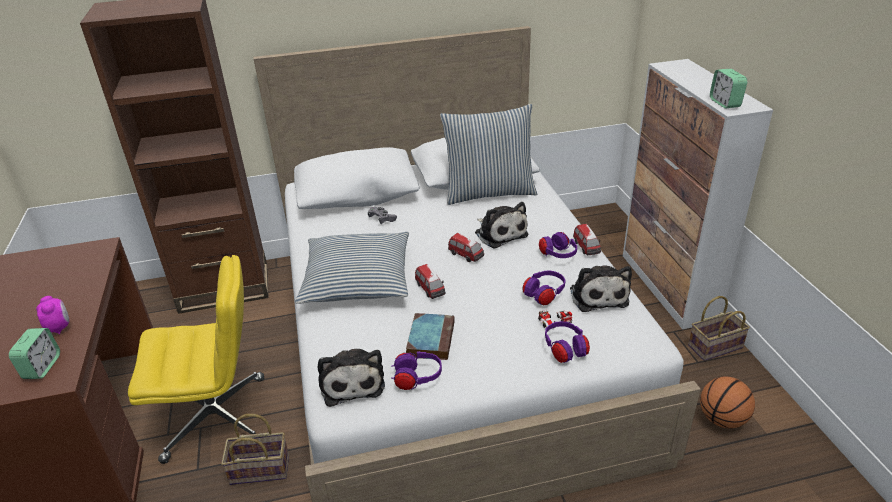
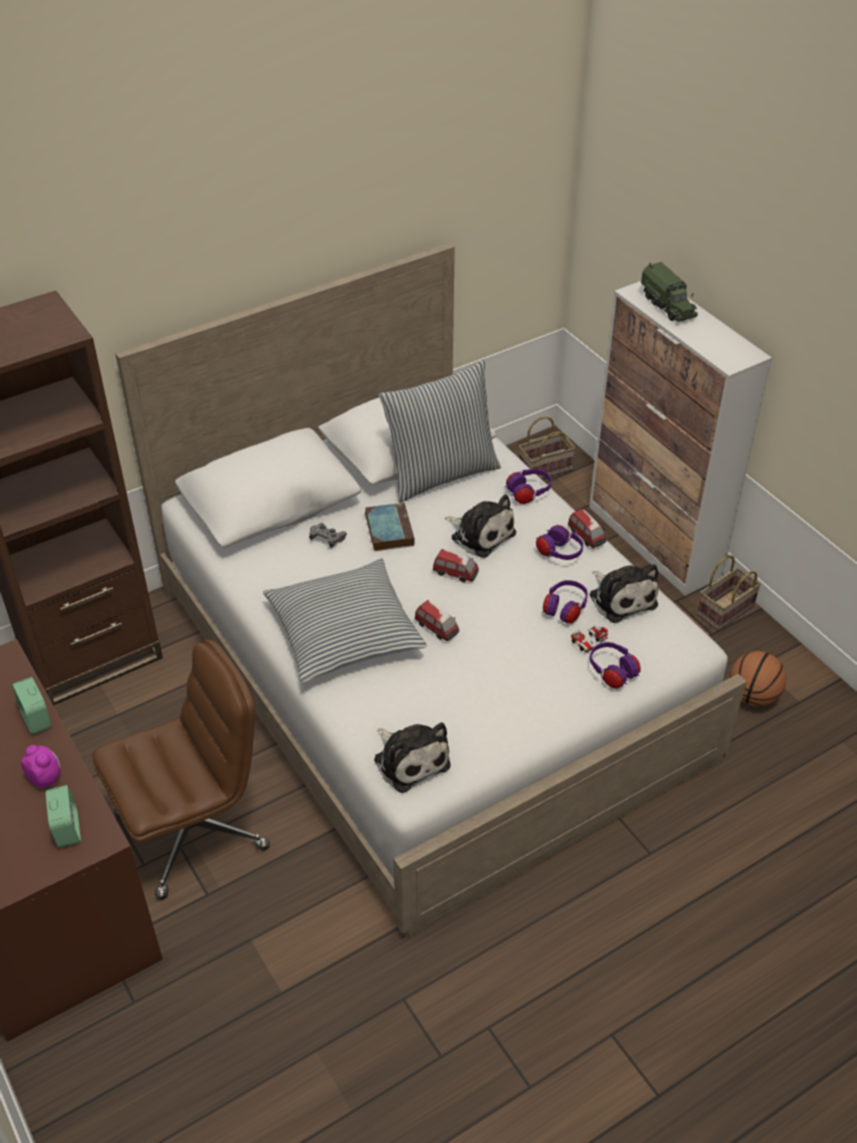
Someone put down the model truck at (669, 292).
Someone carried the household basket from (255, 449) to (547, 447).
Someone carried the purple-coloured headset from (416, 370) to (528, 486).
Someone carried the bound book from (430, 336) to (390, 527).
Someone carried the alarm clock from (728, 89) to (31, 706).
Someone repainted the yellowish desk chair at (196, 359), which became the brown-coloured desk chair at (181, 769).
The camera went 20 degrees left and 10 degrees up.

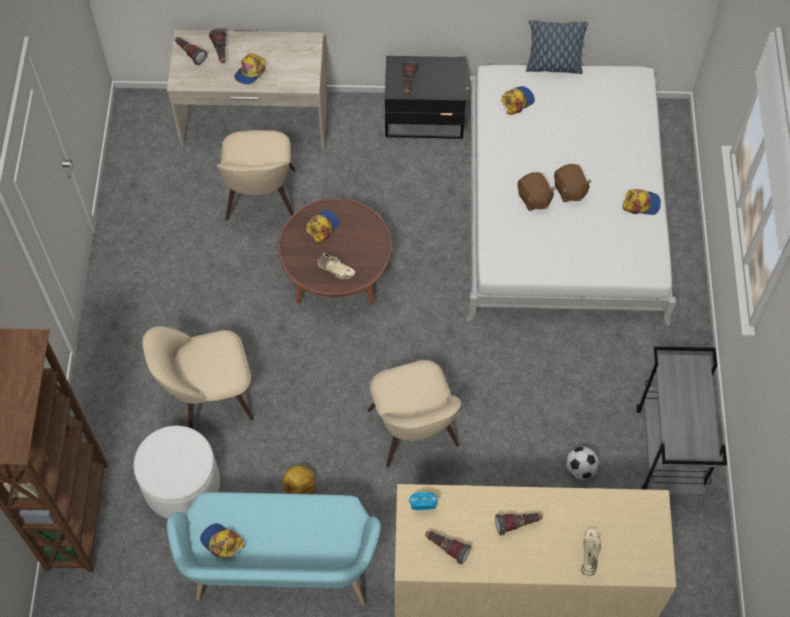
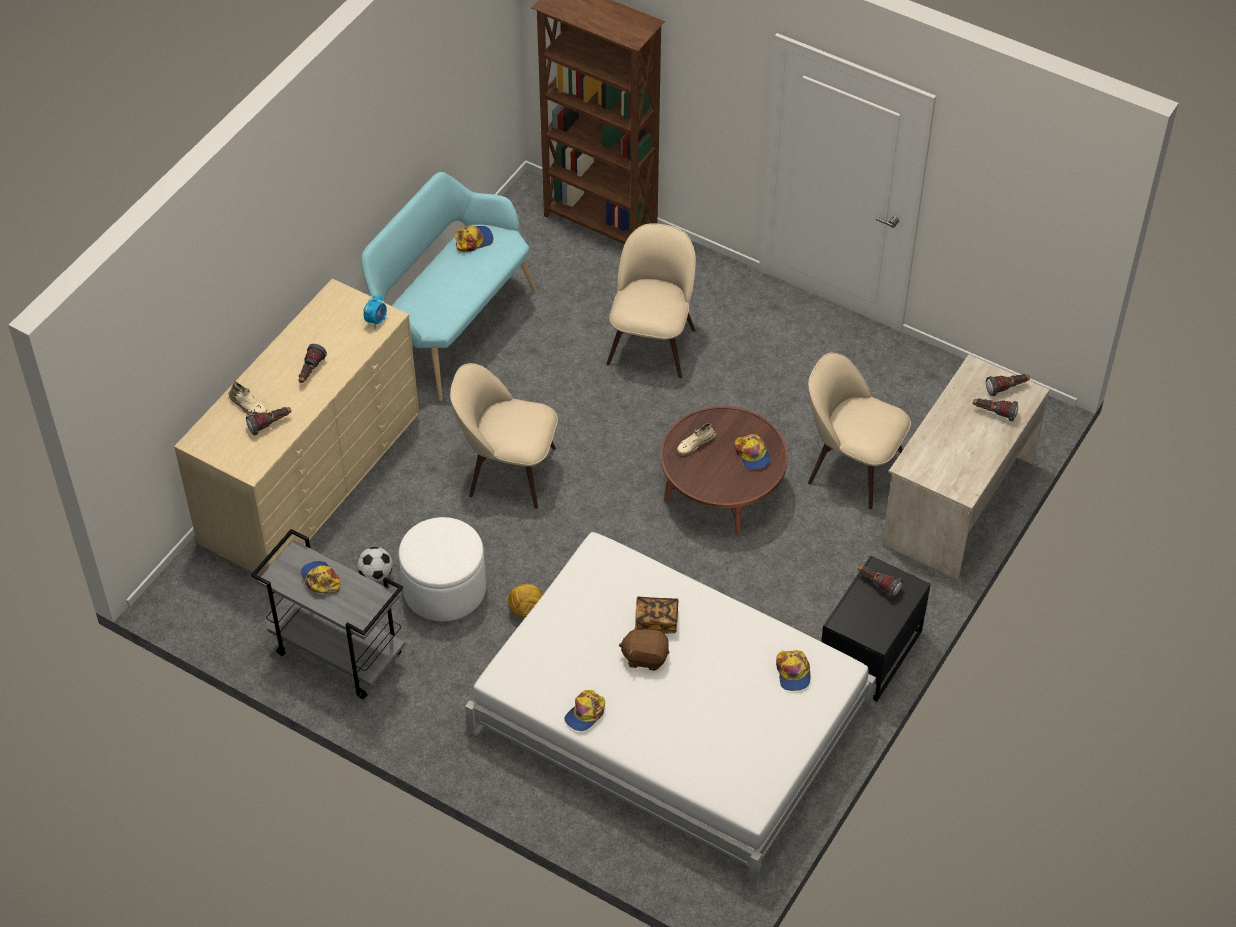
Someone took away the pillow at (557, 47).
Someone carried the whitish ottoman from (177, 472) to (442, 569).
Someone carried the cap from (249, 69) to (320, 577).
Someone carried the football from (298, 479) to (525, 601).
Someone carried the flashlight from (448, 548) to (268, 421).
Someone swapped the brown-coloured plush toy at (536, 191) for the bound book at (657, 615).
The camera went 120 degrees right and 10 degrees down.

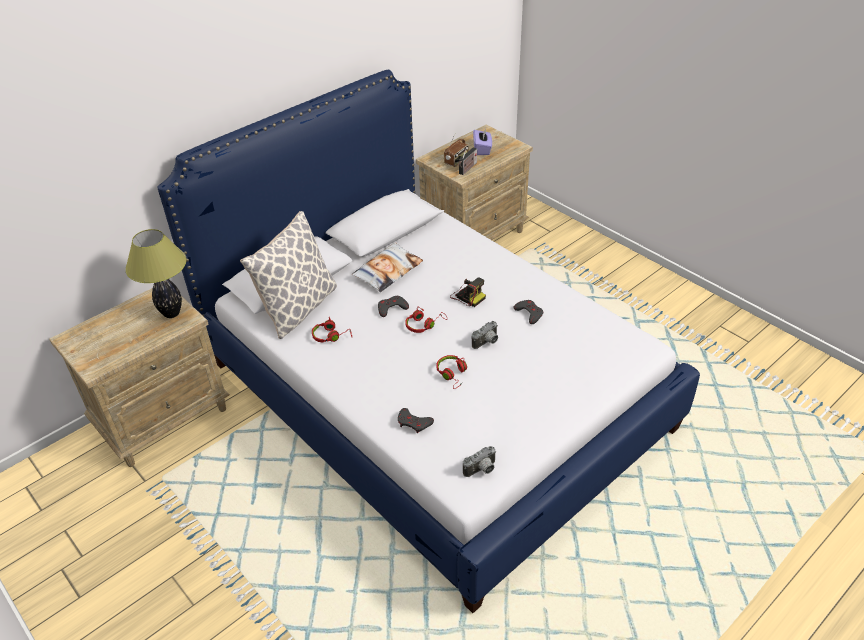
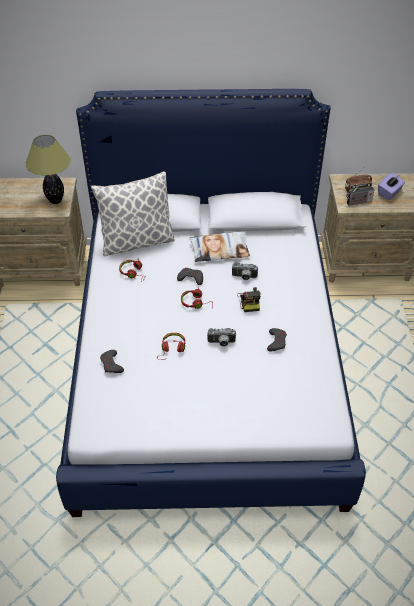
Someone carried the photo camera from (479, 461) to (245, 271).
The camera went 40 degrees right and 5 degrees up.

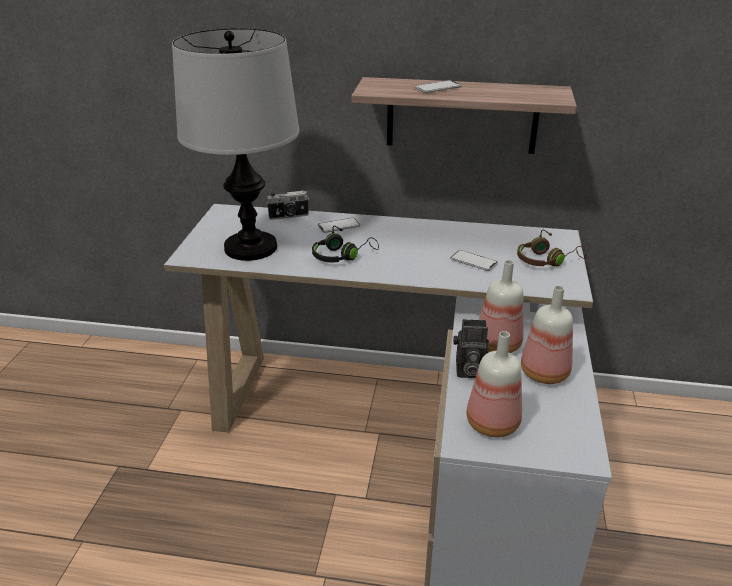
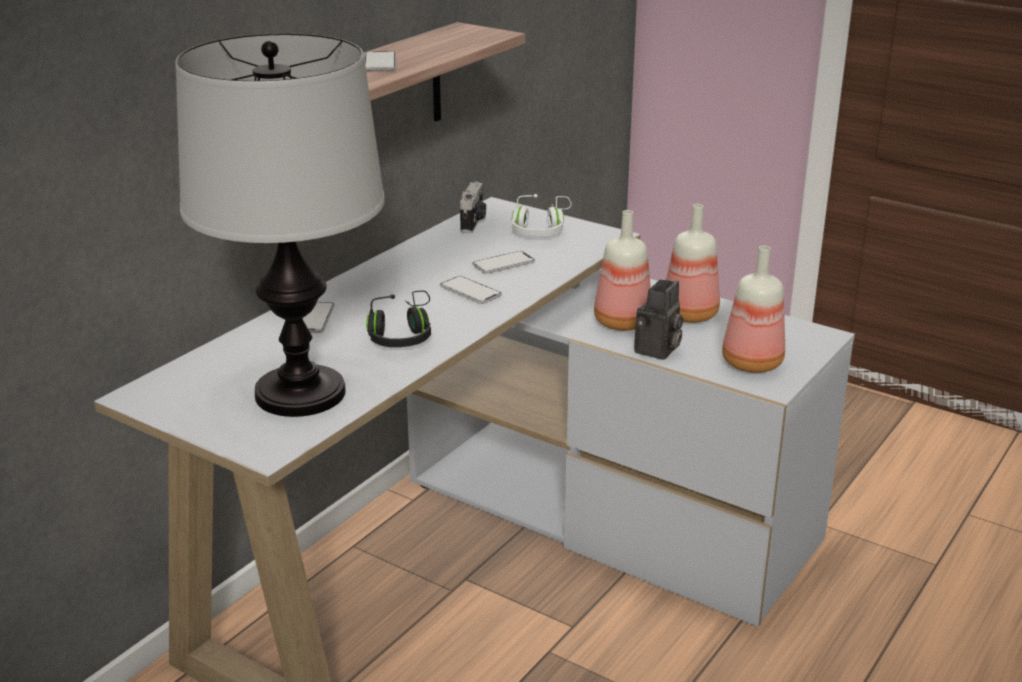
Someone put down the telephone at (471, 290).
Someone carried the photo camera from (287, 205) to (473, 207).
Someone repainted the brown-coloured headset at (552, 248), which became the whitish headset at (542, 215).
The camera went 65 degrees left and 5 degrees down.

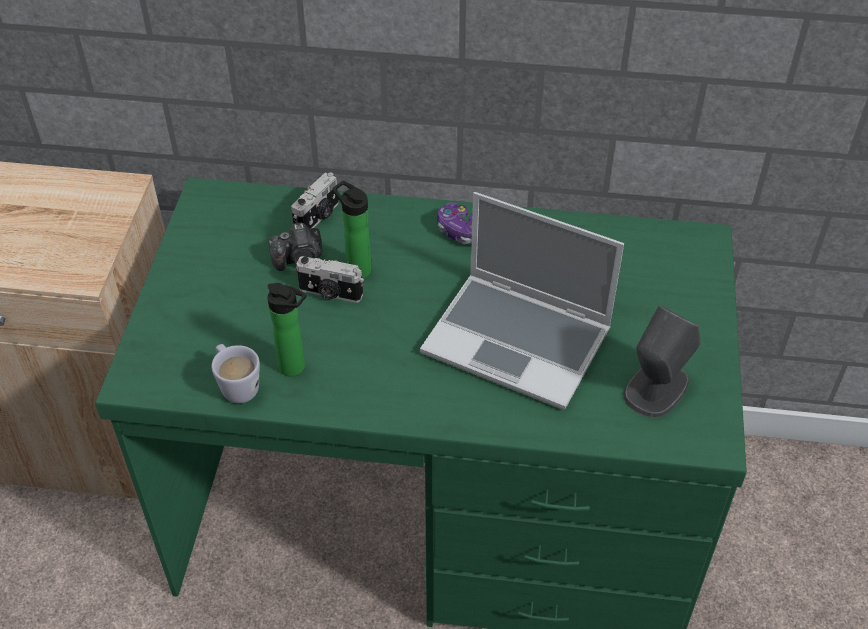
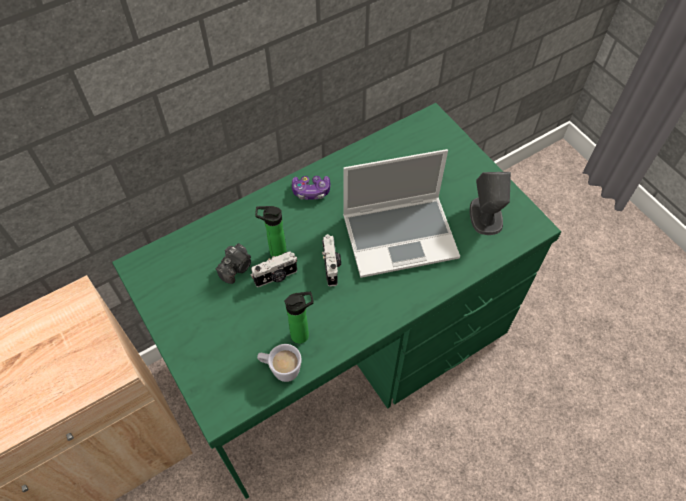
Someone carried the photo camera from (315, 200) to (331, 260).
The camera went 40 degrees left and 10 degrees up.

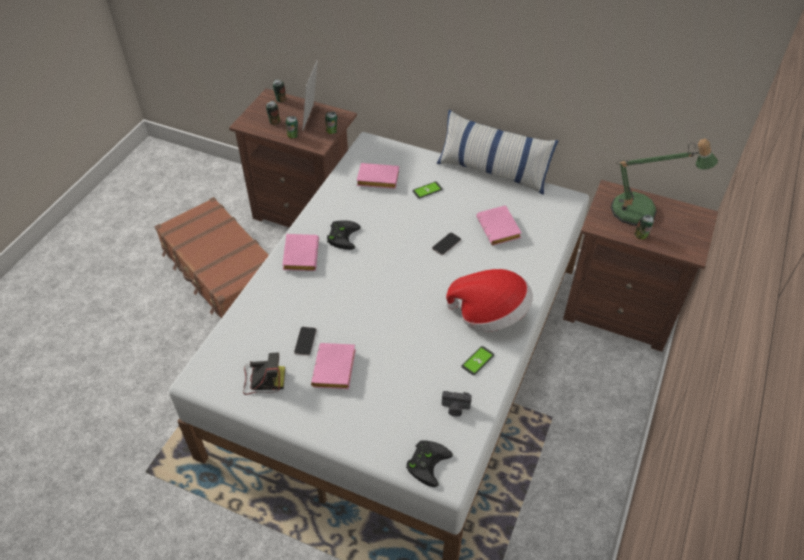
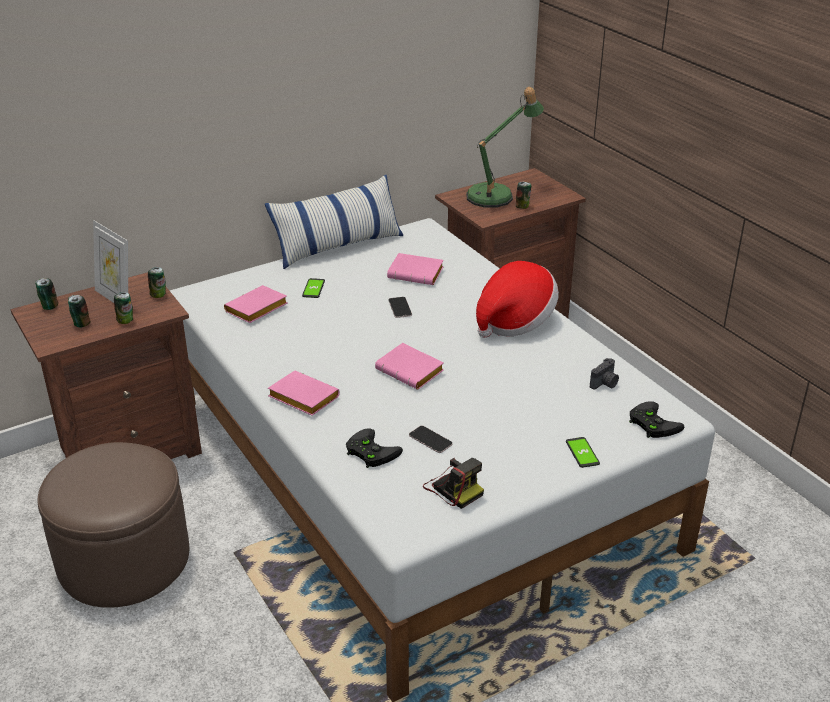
Someone carried the pinkish bound book from (333, 366) to (409, 366).
Someone carried the blackish joypad from (344, 235) to (374, 448).
Someone carried the telephone from (478, 360) to (583, 452).
Someone swapped the brown-coloured suitcase at (212, 257) for the brown-coloured ottoman at (113, 525).
Someone rotated the photo camera at (264, 373) by 105 degrees clockwise.
The camera went 55 degrees left and 15 degrees down.

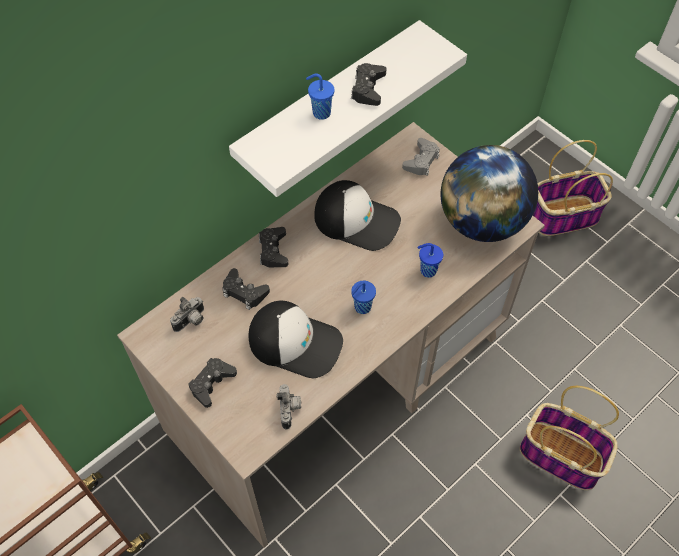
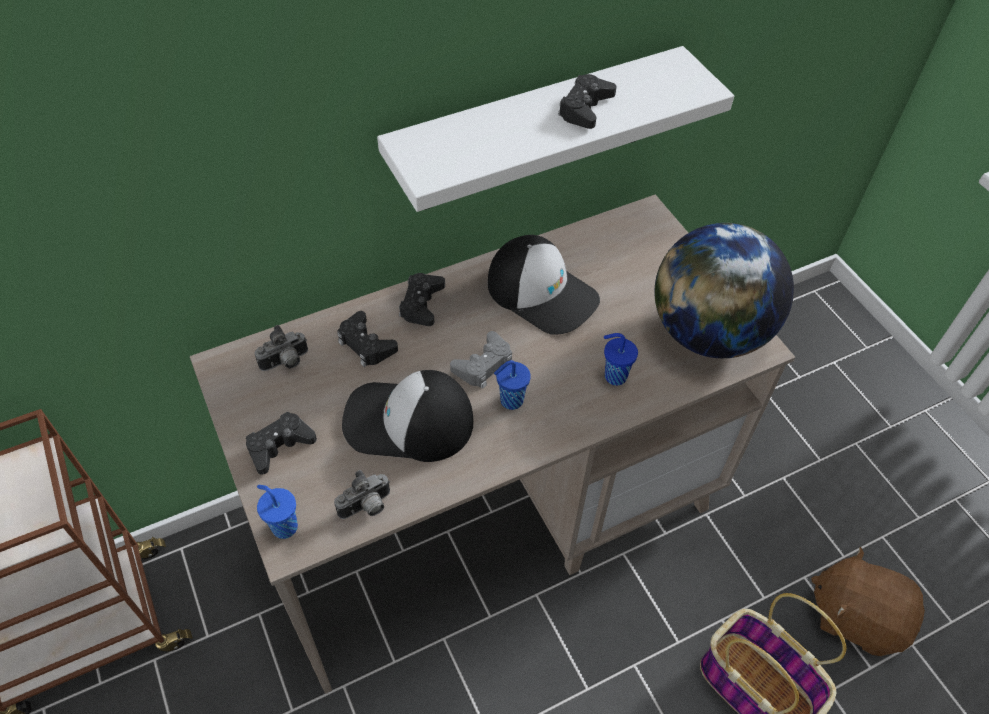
Someone took away the household basket at (573, 188).
Someone put down the brown-coloured plush toy at (868, 601).
Someone carried the bluish cup from (320, 97) to (277, 512).
Someone carried the grey joypad from (421, 157) to (481, 360).
Someone rotated the cap at (296, 340) by 150 degrees clockwise.
Someone rotated the photo camera at (289, 407) by 45 degrees clockwise.
The camera went 15 degrees right and 5 degrees down.

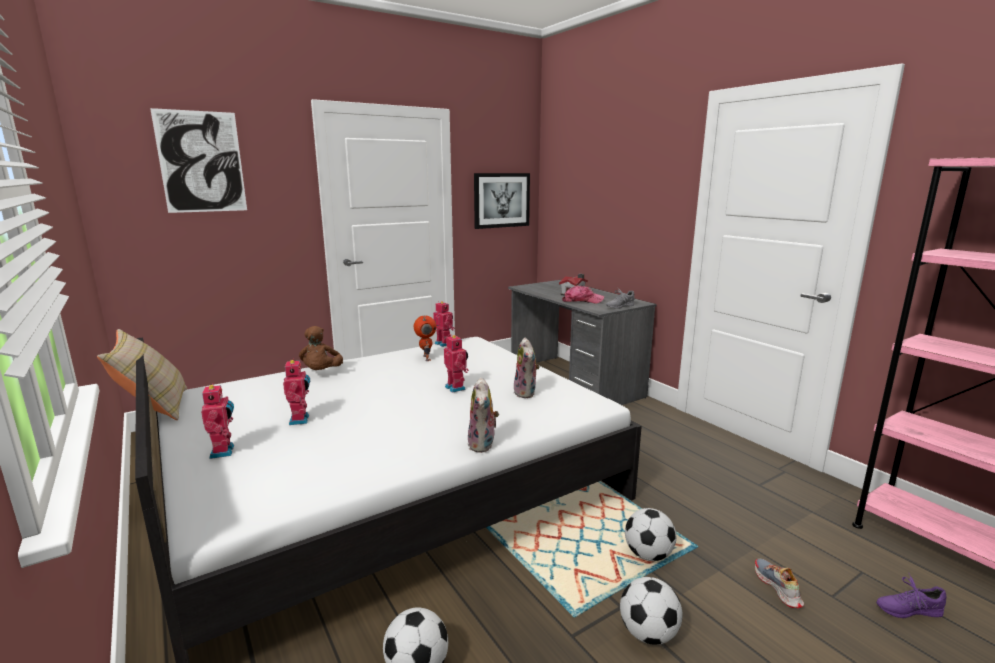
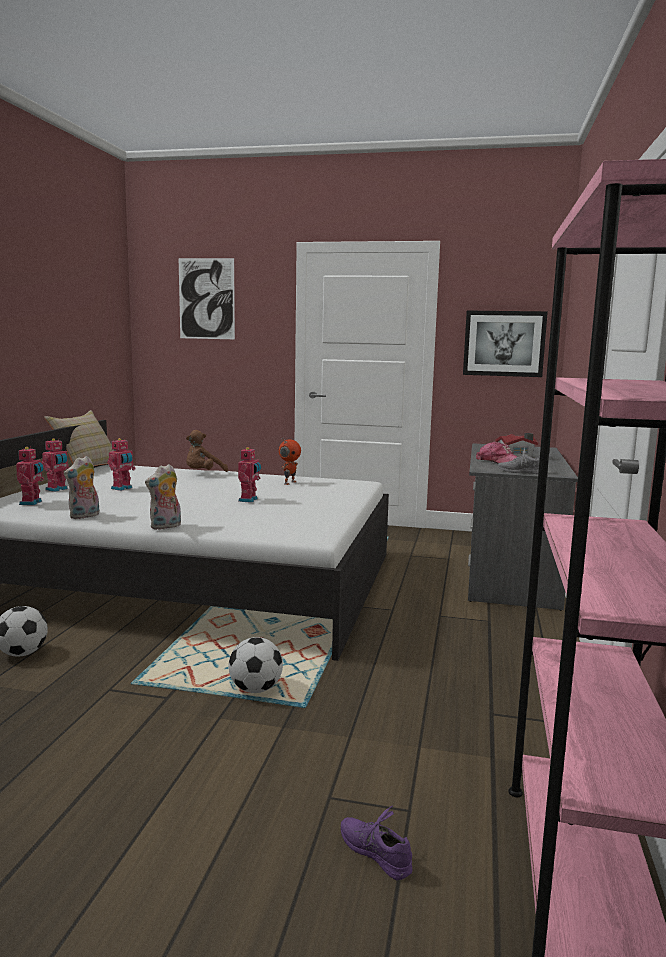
Someone took away the football at (651, 611).
Someone took away the item of footwear at (779, 583).
Someone carried the robot figure from (444, 324) to (30, 476).
Someone carried the plush toy from (527, 368) to (82, 487).
The camera went 45 degrees right and 5 degrees down.

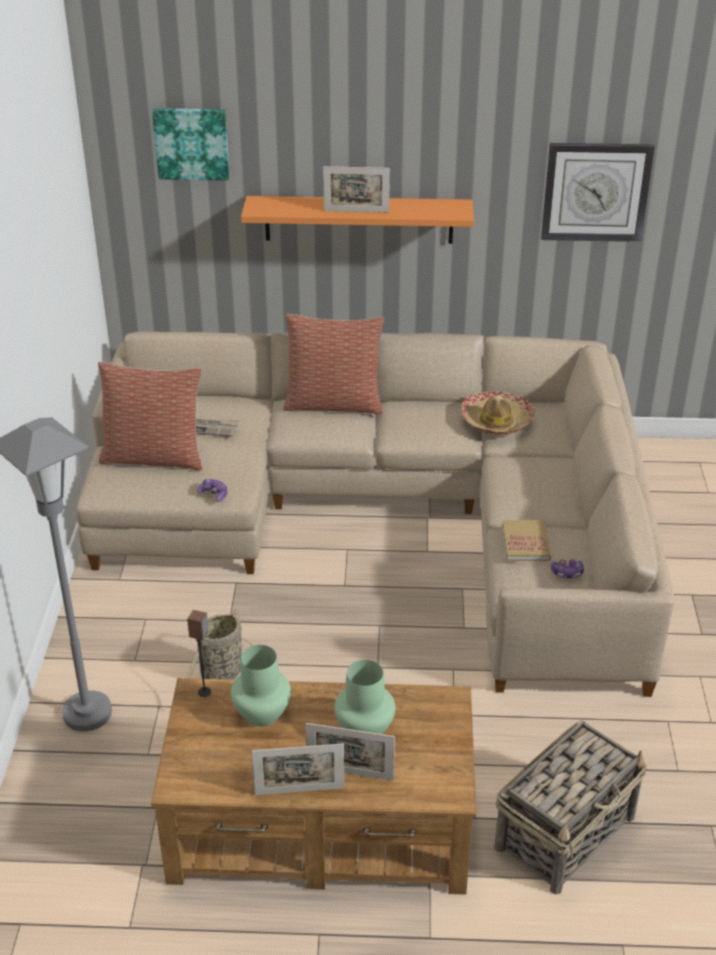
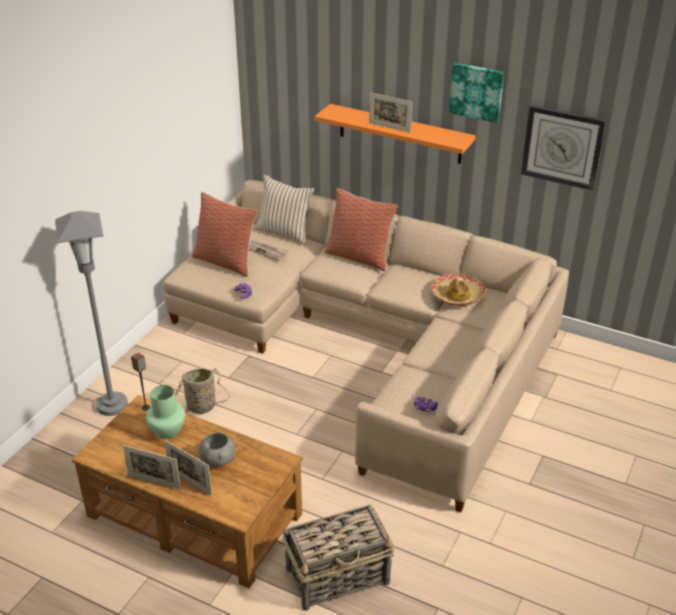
Someone took away the bound book at (526, 540).
Someone put down the sand-coloured pillow at (284, 209).
Someone carried the wall art from (191, 144) to (476, 93).
Someone swapped the greenish decorative vase at (364, 697) for the grey serving bowl at (217, 450).
The camera went 25 degrees right and 0 degrees up.

